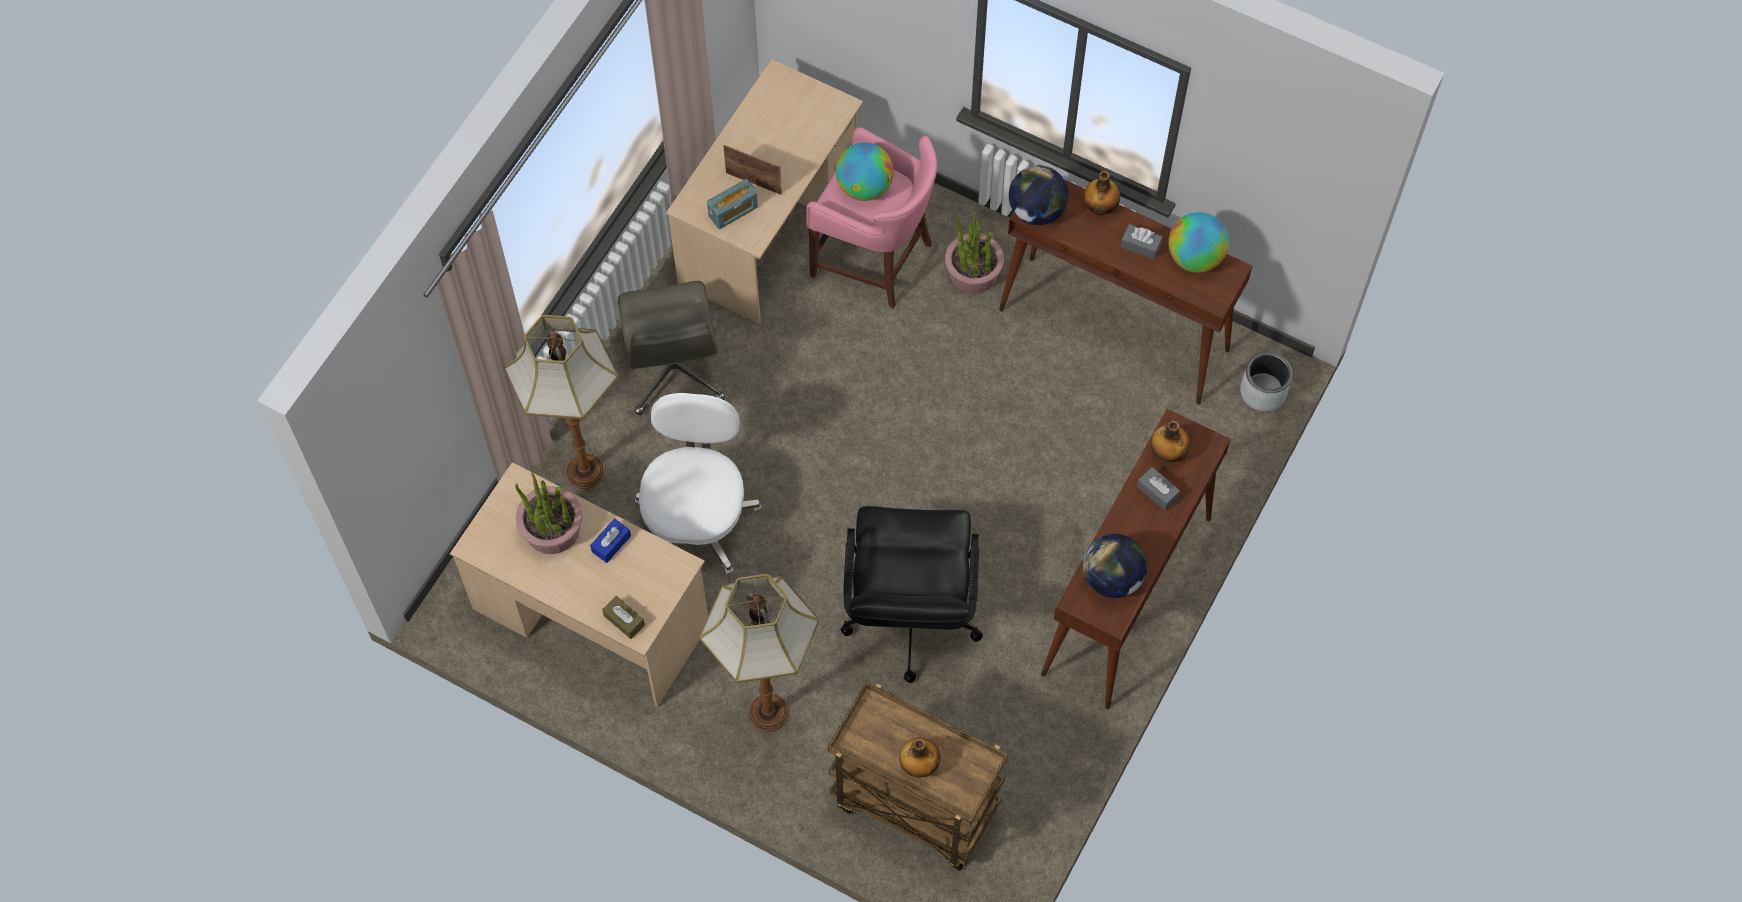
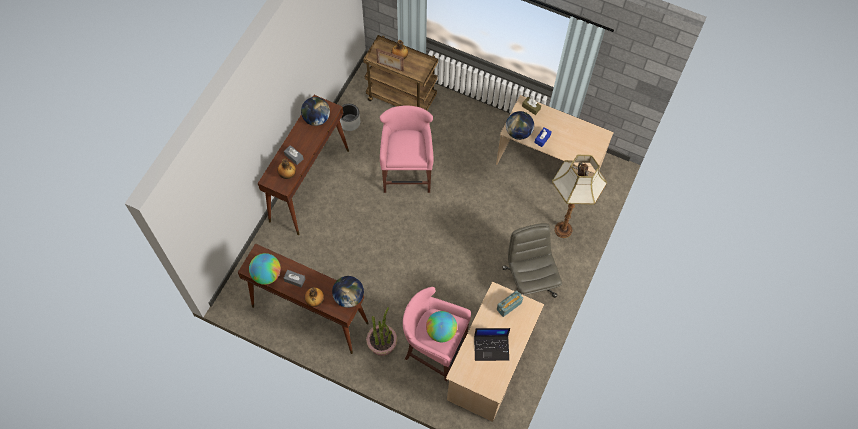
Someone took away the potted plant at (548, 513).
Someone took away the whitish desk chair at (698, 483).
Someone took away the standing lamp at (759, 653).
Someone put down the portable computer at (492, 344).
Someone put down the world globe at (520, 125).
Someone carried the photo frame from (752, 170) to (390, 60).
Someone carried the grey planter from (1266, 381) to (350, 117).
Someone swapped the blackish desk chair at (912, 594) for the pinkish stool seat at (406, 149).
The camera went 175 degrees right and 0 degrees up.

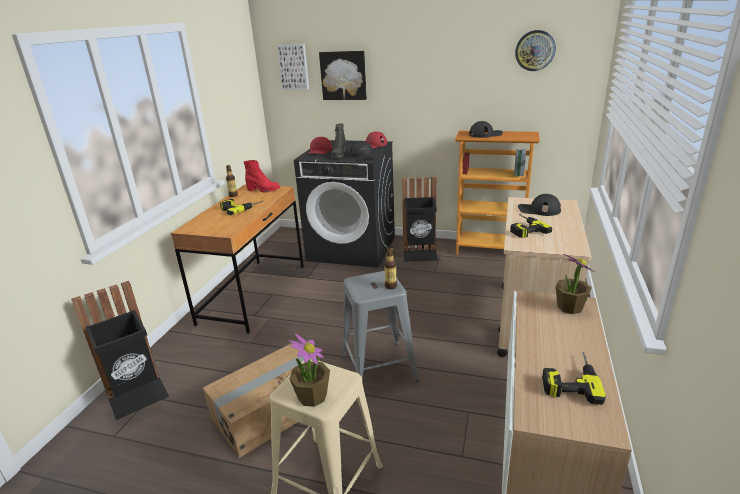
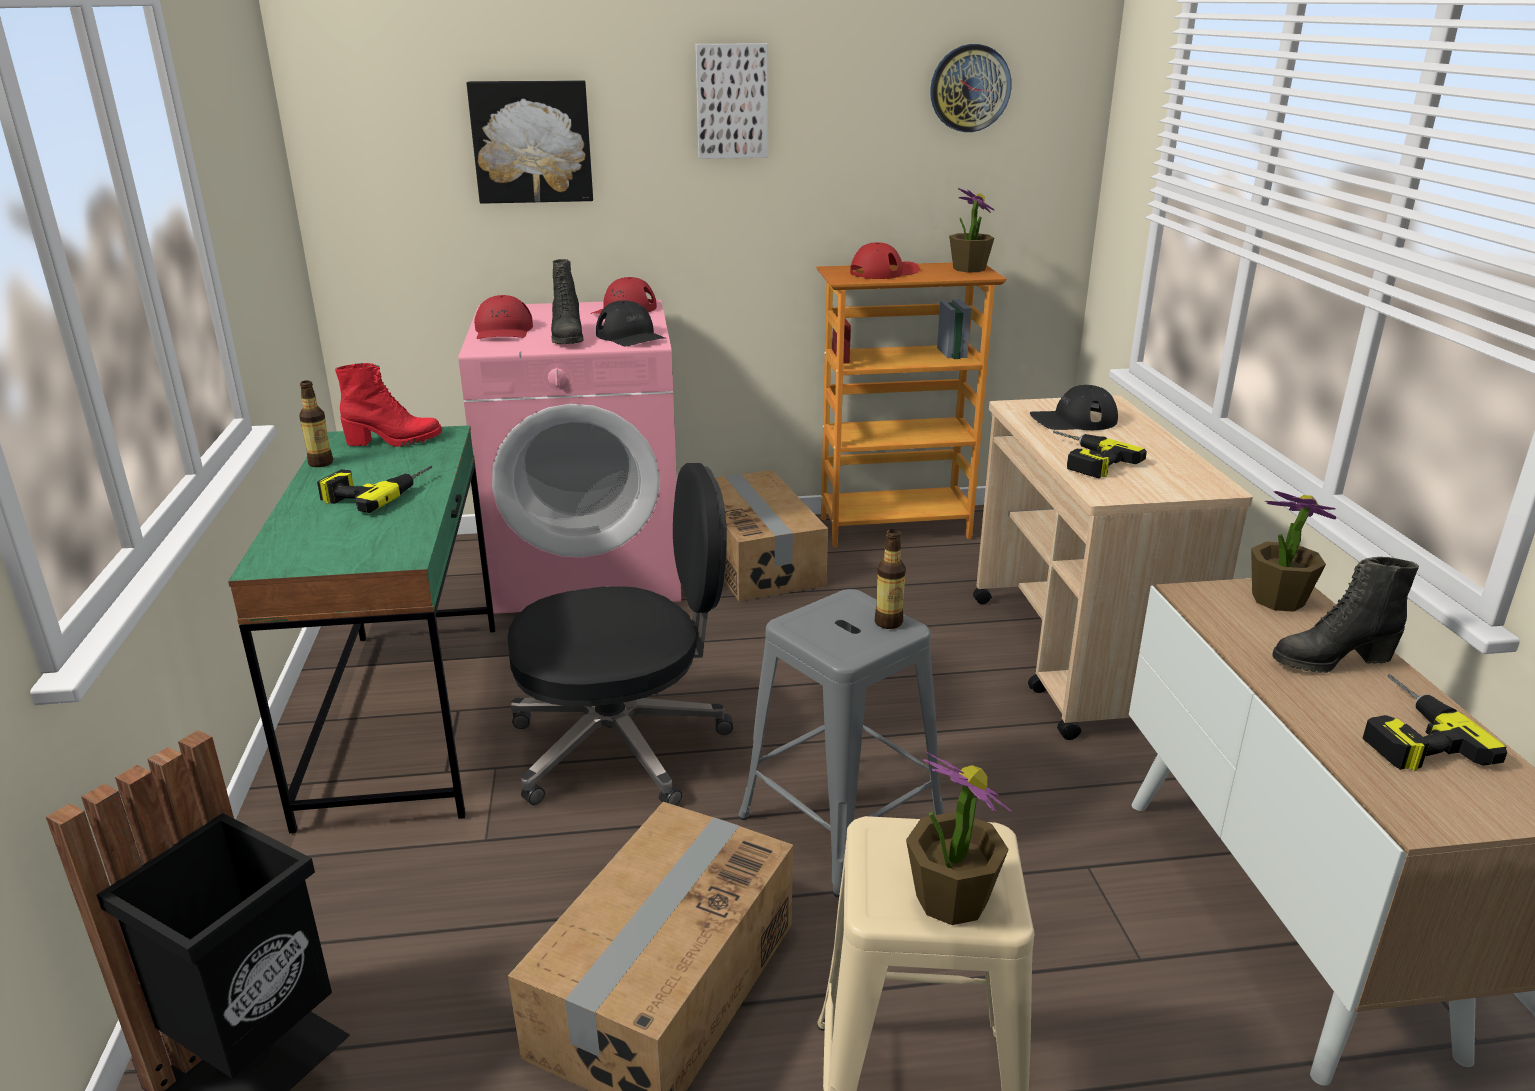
Someone put down the blackish desk chair at (620, 634).
Someone put down the potted plant at (972, 230).
Someone put down the blackish boot at (1345, 615).
Someone carried the wall art from (293, 67) to (731, 101).
Someone swapped the blackish waste bin at (420, 219) for the packing box at (771, 535).
Someone repainted the brown-coloured desk at (237, 258), which became the greenish desk at (362, 629).
Someone repainted the blackish washing machine at (344, 204), which became the pinkish washing machine at (569, 457).
Someone repainted the blackish cap at (486, 129), which became the reddish cap at (885, 260).
The camera went 25 degrees left and 0 degrees up.

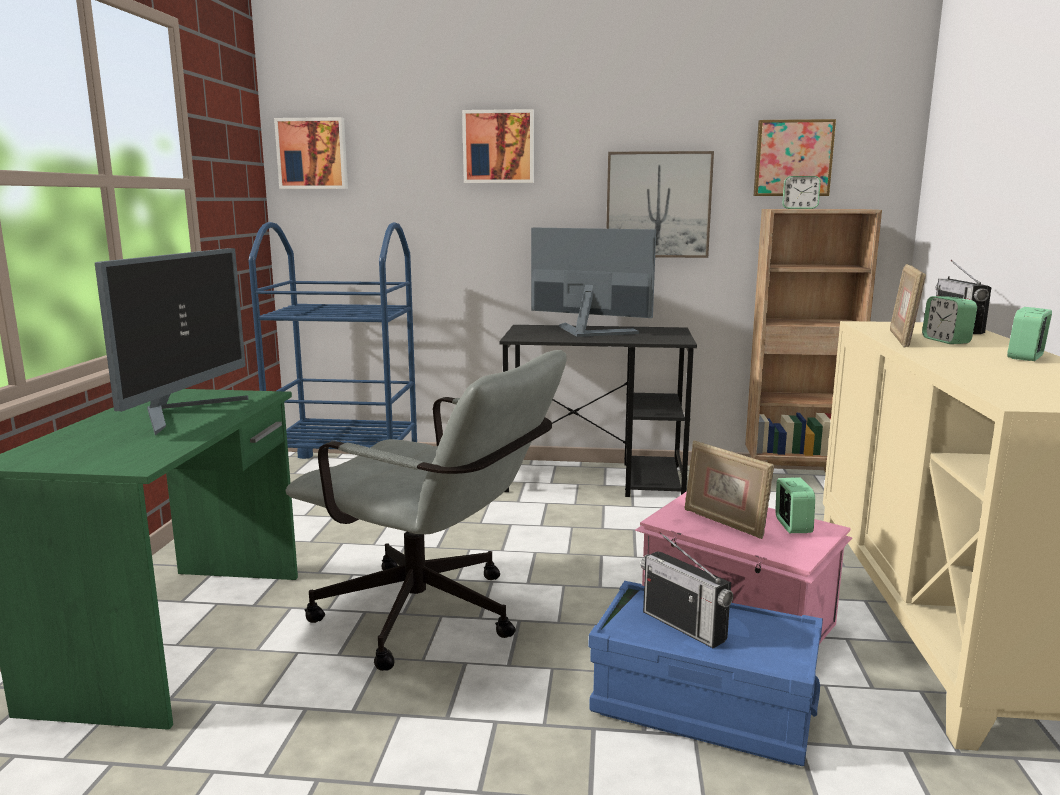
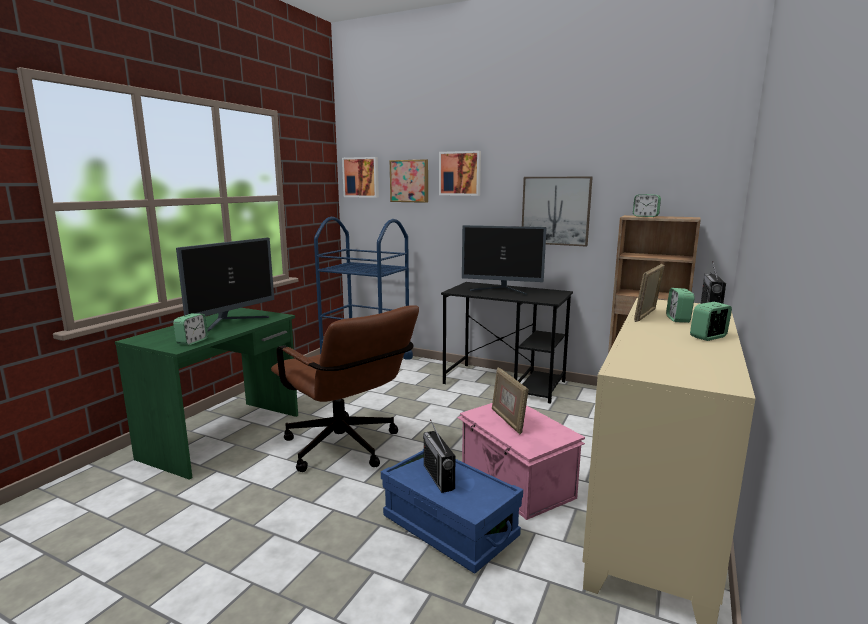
Someone carried the wall art from (795, 157) to (409, 181).
Someone carried the alarm clock from (795, 505) to (190, 329).
Someone repainted the grey desk chair at (426, 510), which became the brown-coloured desk chair at (345, 388).
Someone rotated the computer screen at (593, 282) by 150 degrees clockwise.
The camera went 20 degrees right and 0 degrees up.

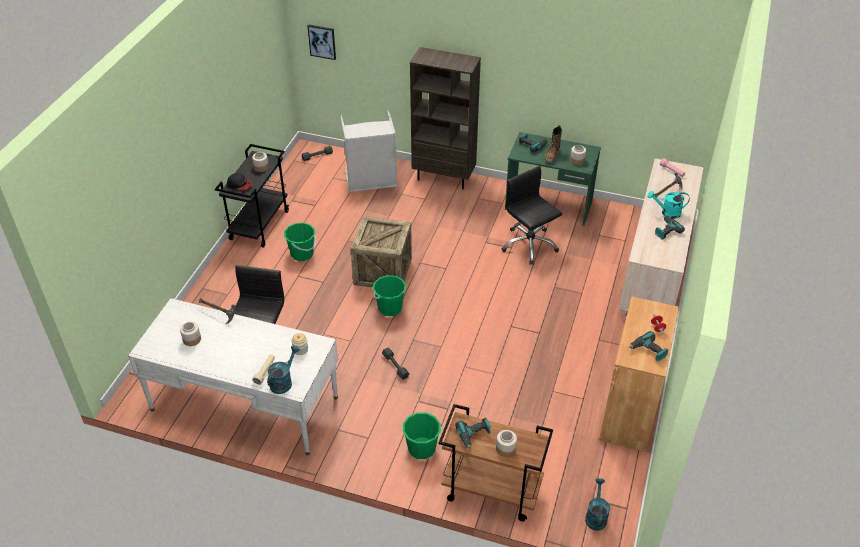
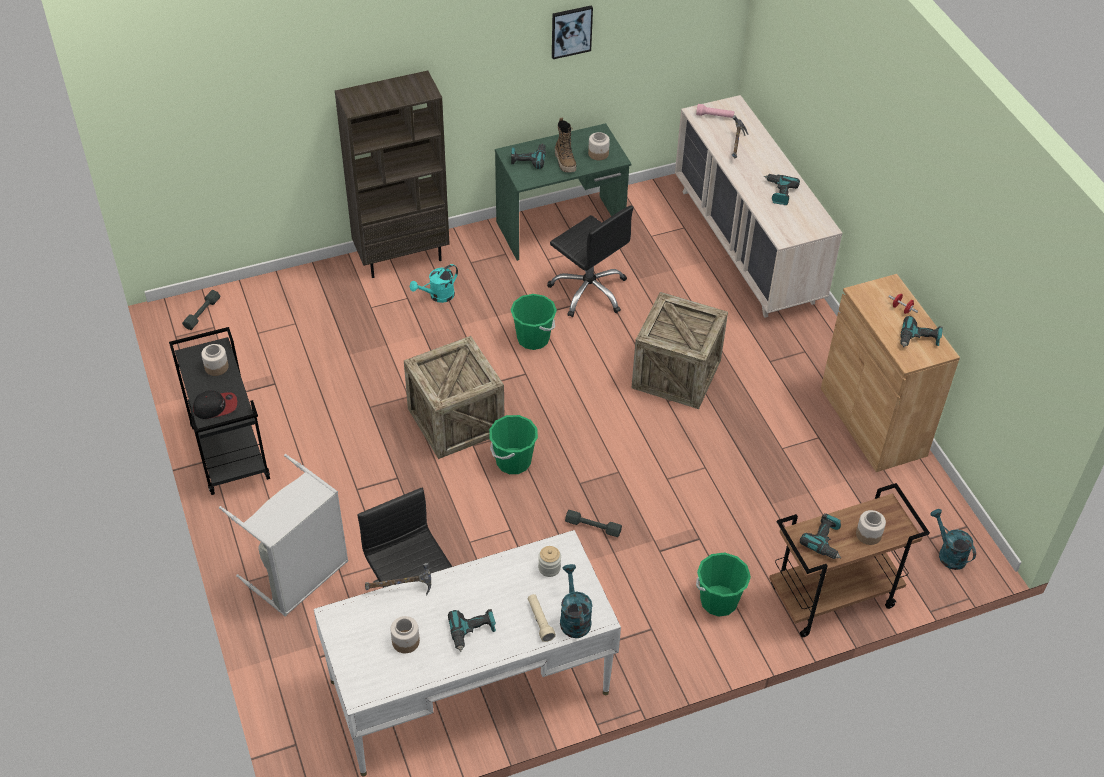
Someone put down the drill at (472, 630).
Someone put down the shipping crate at (680, 350).
Someone carried the greenish water bucket from (300, 242) to (534, 322).
Someone carried the wall art from (321, 42) to (572, 32).
Someone carried the grey hamper from (368, 151) to (283, 535).
Someone carried the turquoise sprinkling can from (668, 205) to (434, 283).
Someone rotated the blackish desk chair at (532, 215) by 150 degrees counterclockwise.
The camera went 40 degrees left and 5 degrees up.

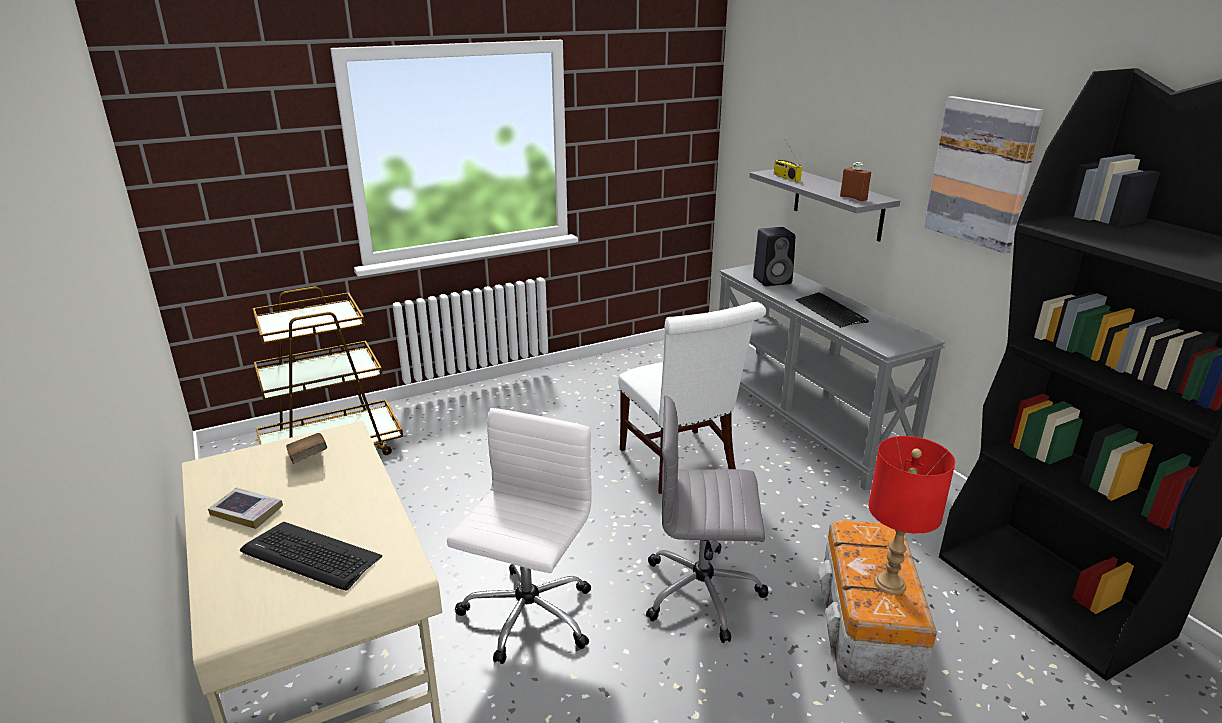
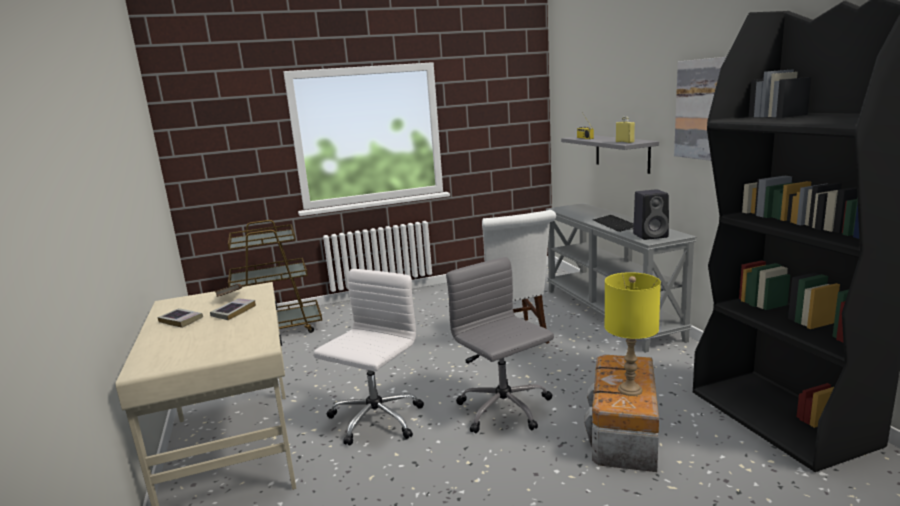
Someone took away the computer keyboard at (311, 556).
Someone put down the bound book at (233, 309).
Someone carried the blackish loudspeaker from (774, 256) to (651, 214).
Someone repainted the brown-coloured beverage bottle at (855, 181), which became the yellowish beverage bottle at (625, 130).
Someone repainted the reddish lamp for a table at (911, 515), which became the yellowish lamp for a table at (633, 334).
Someone rotated the grey desk chair at (707, 519) by 45 degrees clockwise.
The camera went 10 degrees right and 10 degrees down.

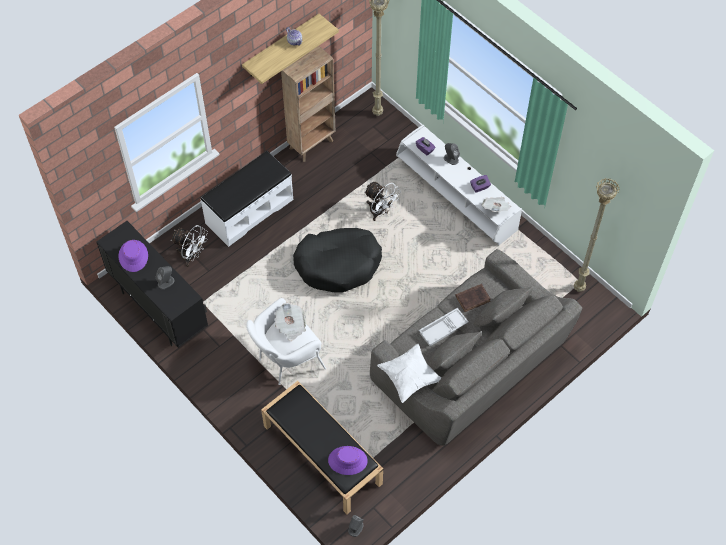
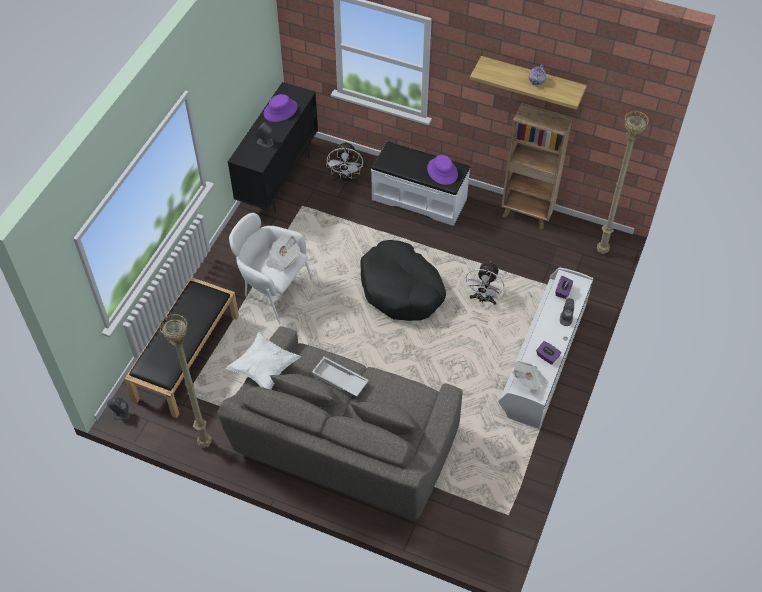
Someone took away the brown-coloured bound book at (473, 298).
Someone carried the purple-coloured clothing hat from (348, 460) to (442, 170).
Someone carried the sand-coloured standing lamp from (597, 235) to (185, 381).
The camera went 65 degrees right and 5 degrees down.

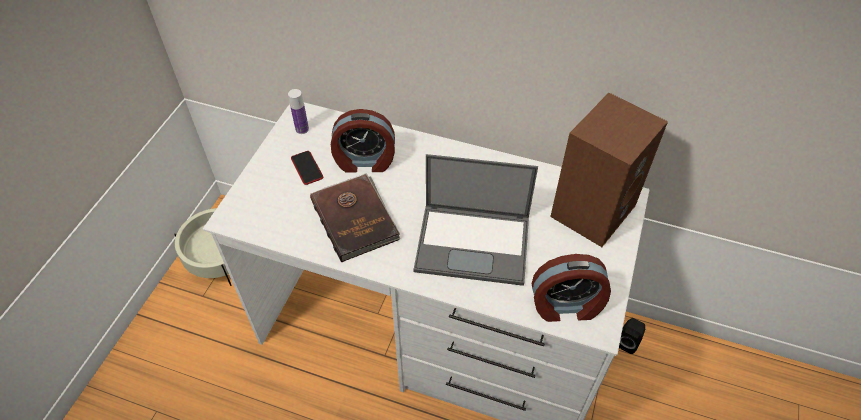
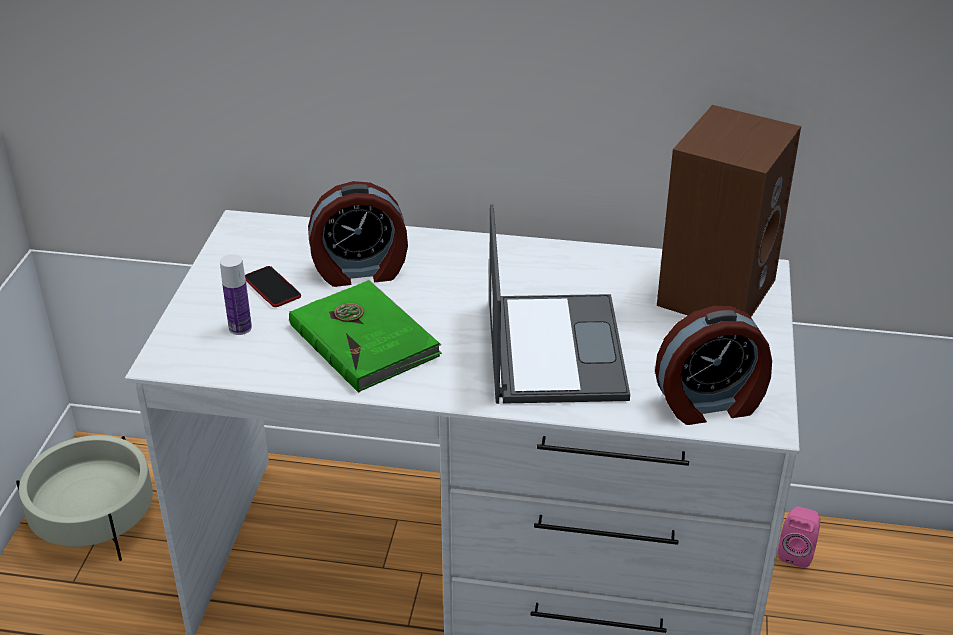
Someone carried the beverage bottle from (298, 111) to (236, 294).
Someone repainted the brown-coloured bound book at (355, 217), which became the greenish bound book at (365, 336).
Someone repainted the blackish loudspeaker at (632, 336), which became the pinkish loudspeaker at (799, 537).
Someone rotated the portable computer at (476, 220) by 90 degrees counterclockwise.
The camera went 10 degrees left and 15 degrees down.

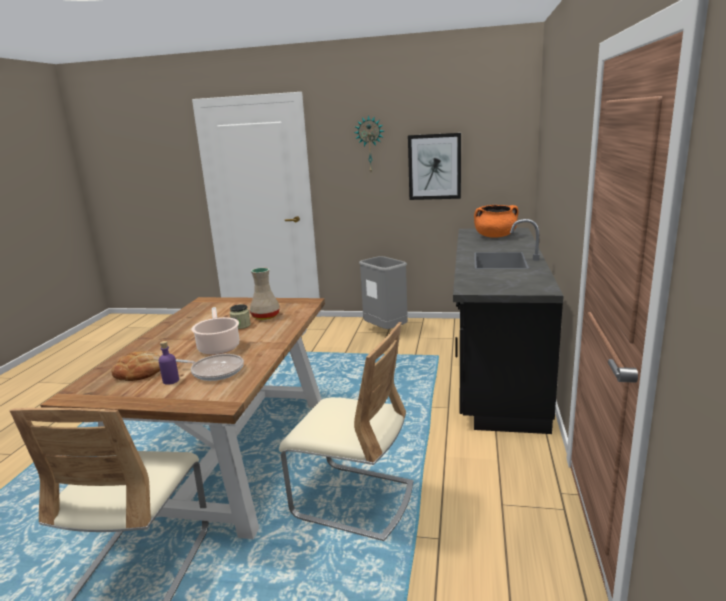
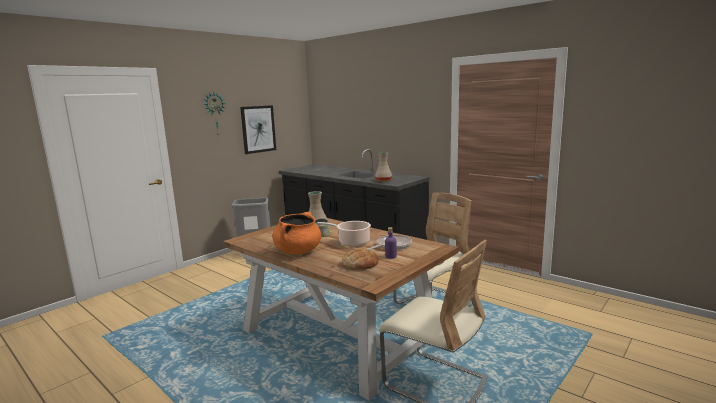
Someone put down the sand-coloured decorative vase at (383, 167).
Someone carried the orangey cooking pot from (496, 221) to (296, 233).
The camera went 60 degrees left and 5 degrees down.

